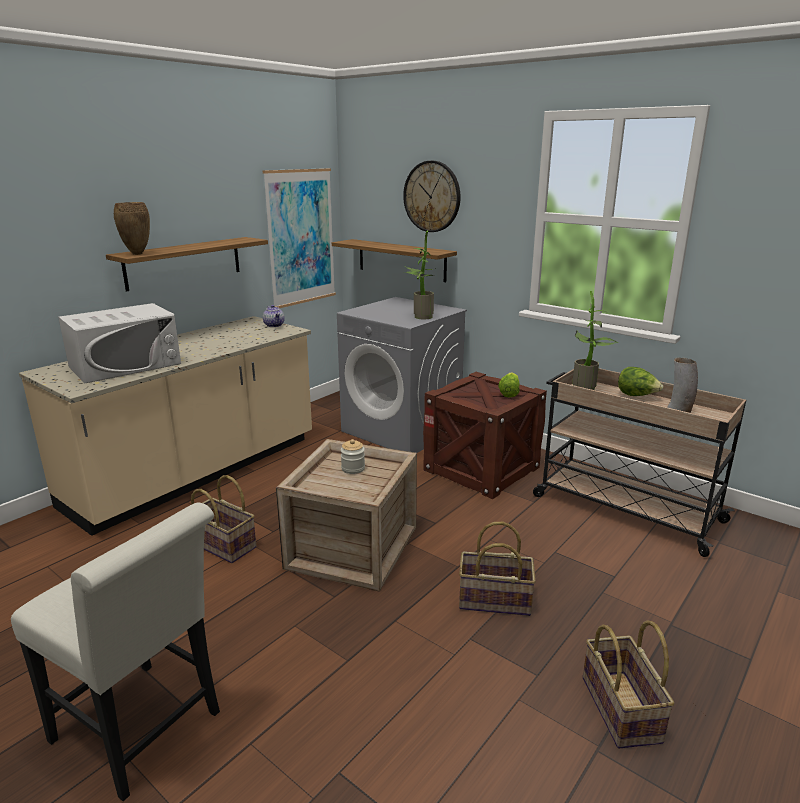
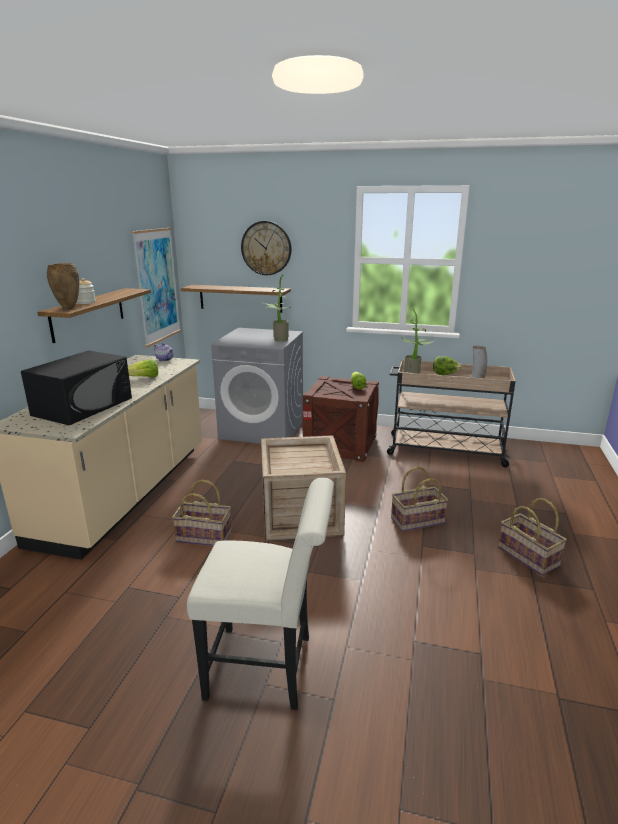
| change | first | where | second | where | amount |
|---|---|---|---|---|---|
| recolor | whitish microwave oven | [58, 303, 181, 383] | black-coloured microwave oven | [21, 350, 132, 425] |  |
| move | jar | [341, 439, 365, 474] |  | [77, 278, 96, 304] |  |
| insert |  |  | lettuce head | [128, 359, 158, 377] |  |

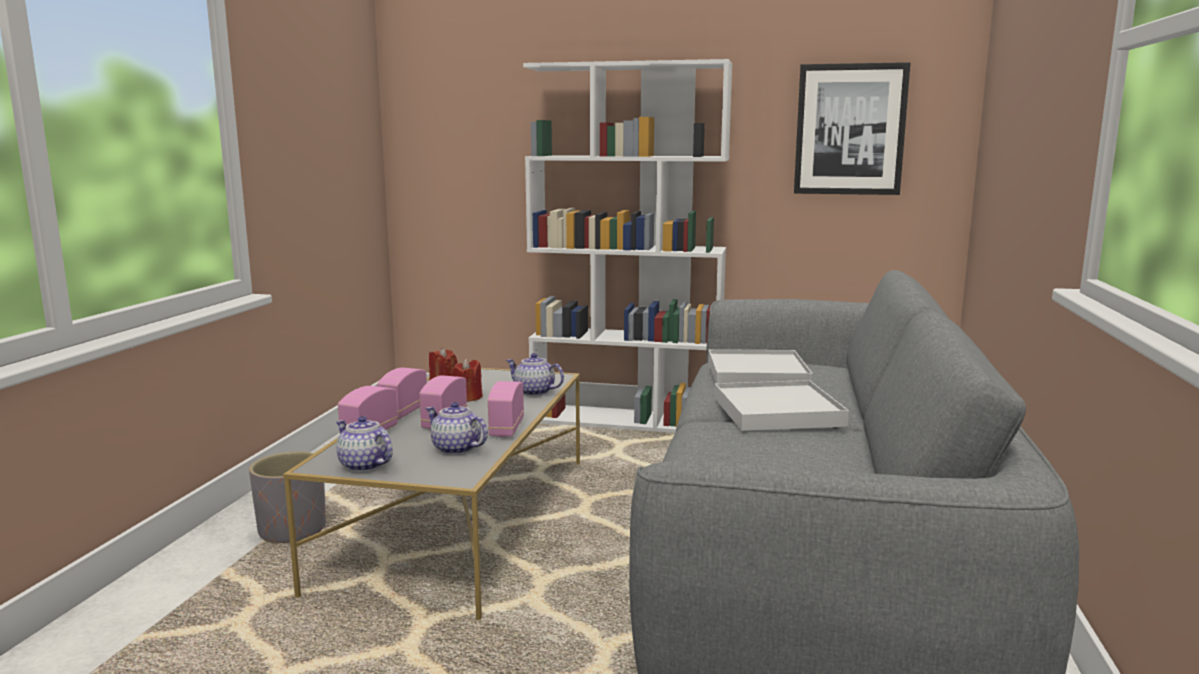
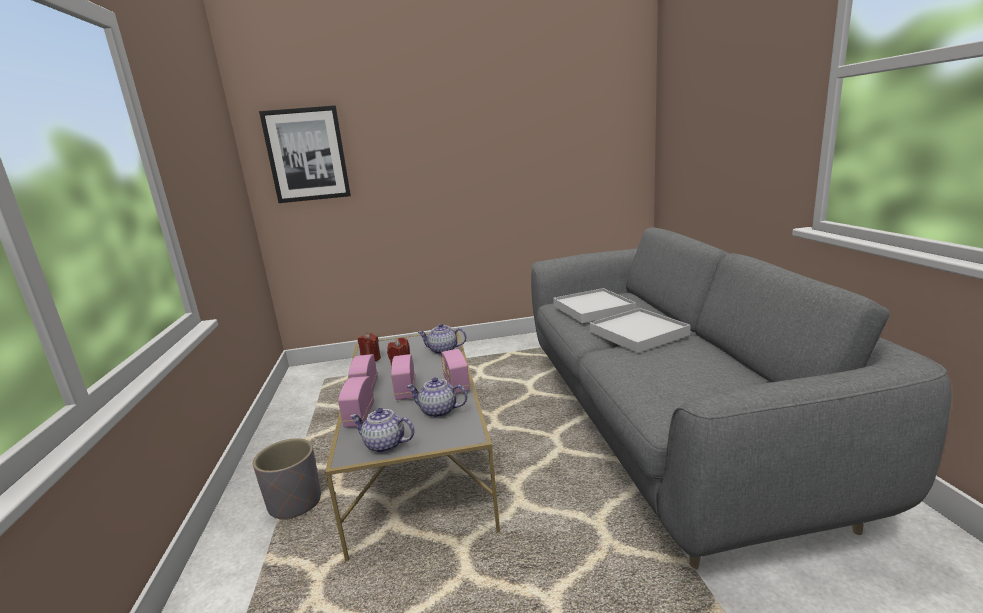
| change | first | where | second | where | amount |
|---|---|---|---|---|---|
| move | wall art | [794, 62, 910, 195] |  | [259, 105, 351, 203] |  |
| delete | whitish bookshelf | [523, 59, 733, 433] |  |  |  |

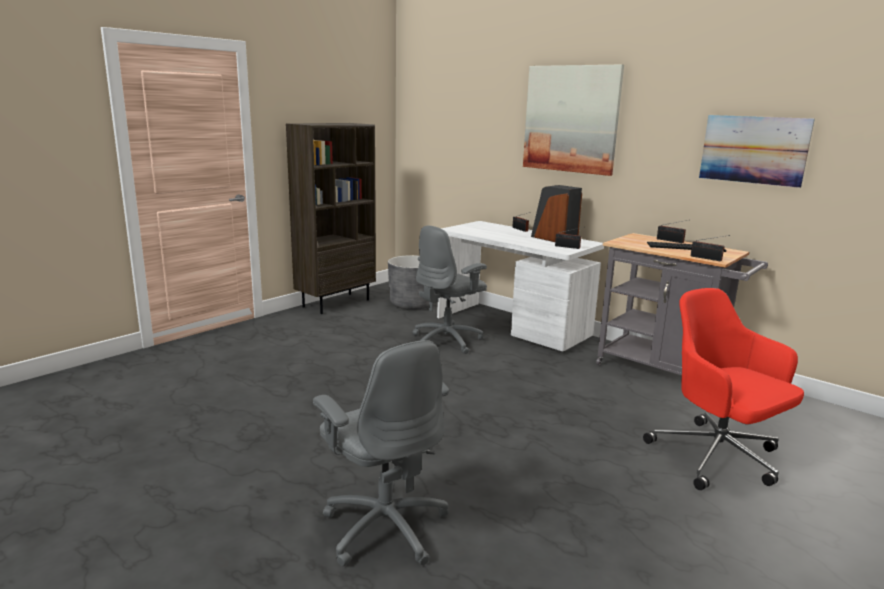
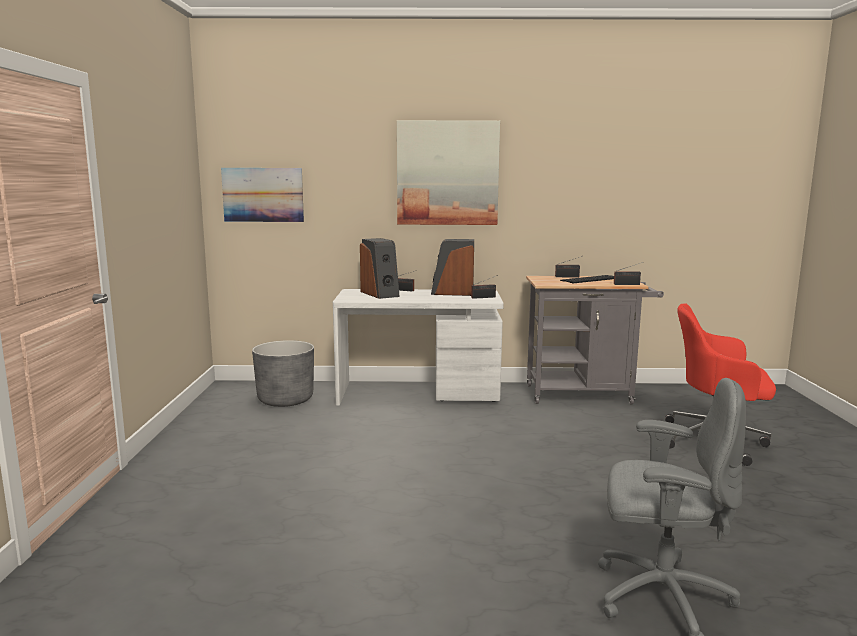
| change | first | where | second | where | amount |
|---|---|---|---|---|---|
| move | wall art | [699, 115, 815, 188] |  | [221, 168, 304, 222] |  |
| insert |  |  | audio speaker | [360, 238, 400, 299] |  |
| delete | brownish bookshelf | [286, 123, 376, 314] |  |  |  |
| delete | grey desk chair | [413, 226, 487, 354] |  |  |  |

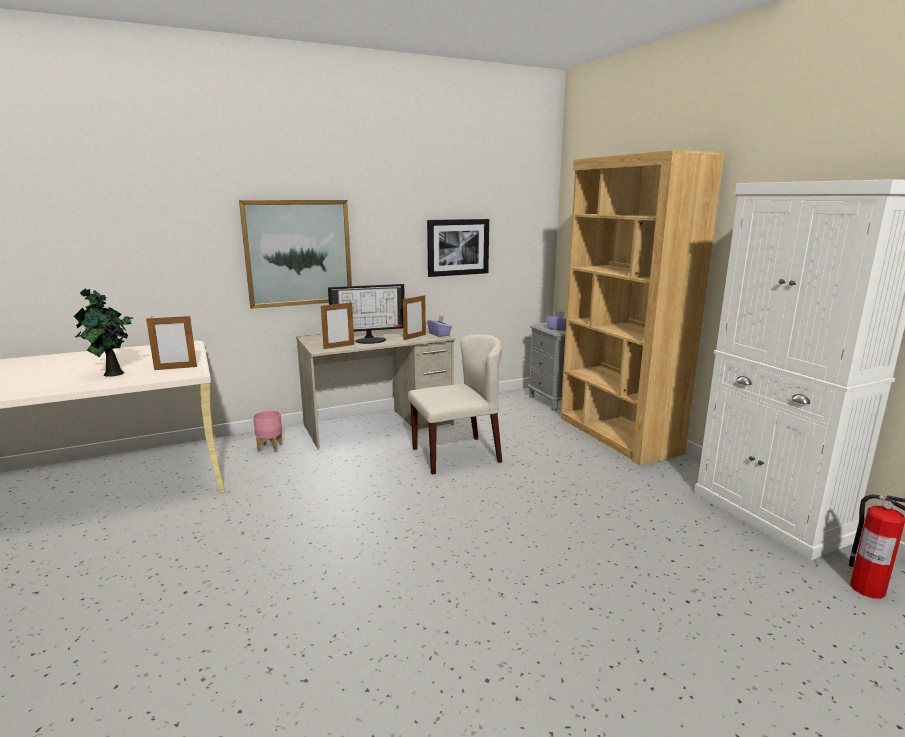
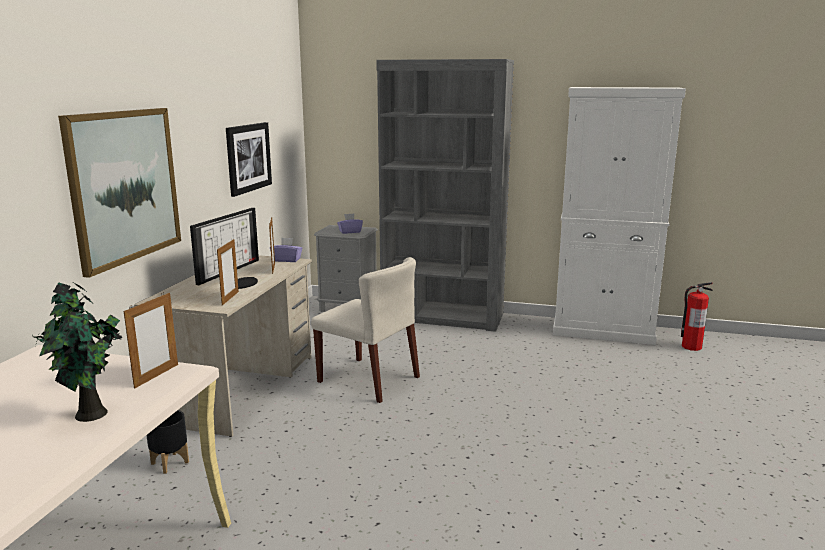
| change | first | where | second | where | amount |
|---|---|---|---|---|---|
| recolor | pink-coloured planter | [253, 410, 282, 452] | black-coloured planter | [146, 410, 189, 474] |  |
| rotate | beige upright chair | [408, 334, 503, 474] |  | [311, 257, 420, 403] | 105 degrees clockwise |
| recolor | brownish bookshelf | [560, 150, 725, 466] | grey bookshelf | [376, 59, 514, 332] |  |

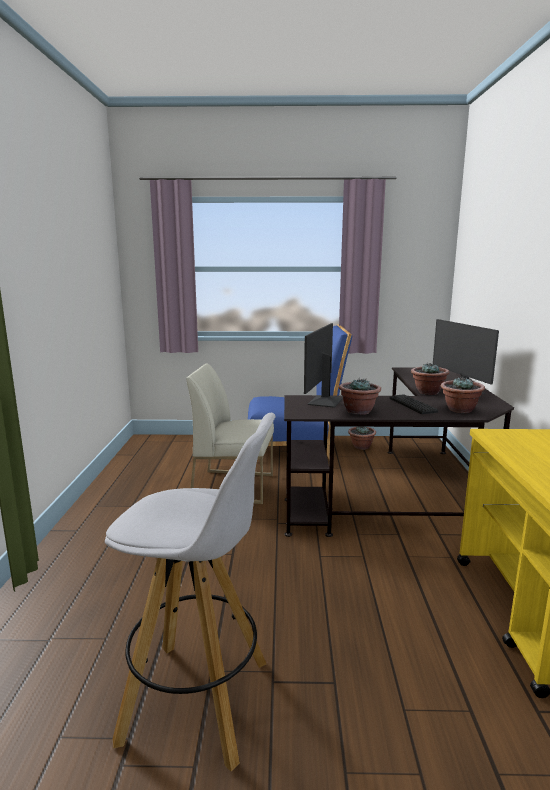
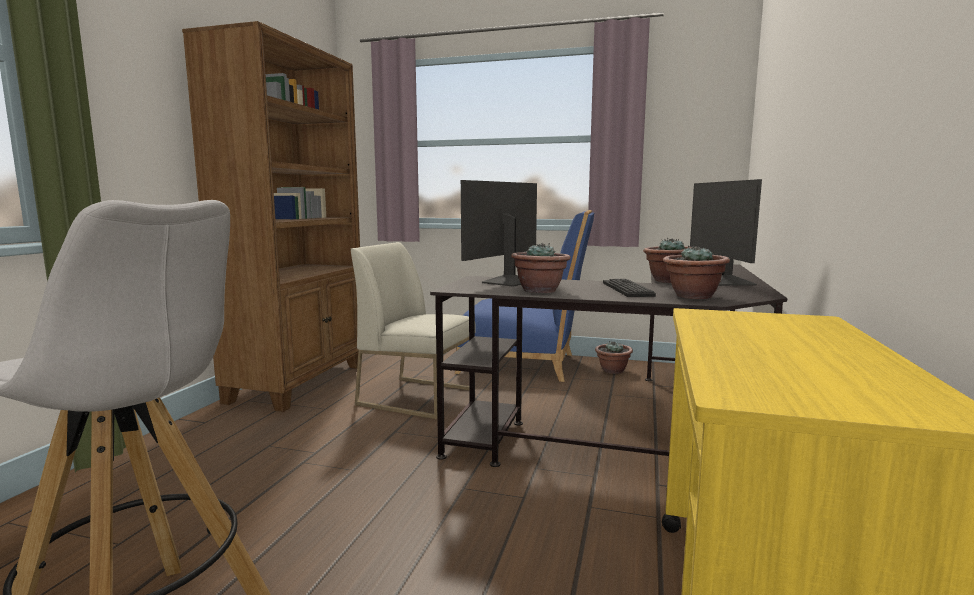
| change | first | where | second | where | amount |
|---|---|---|---|---|---|
| insert |  |  | brownish bookshelf | [182, 21, 362, 412] |  |

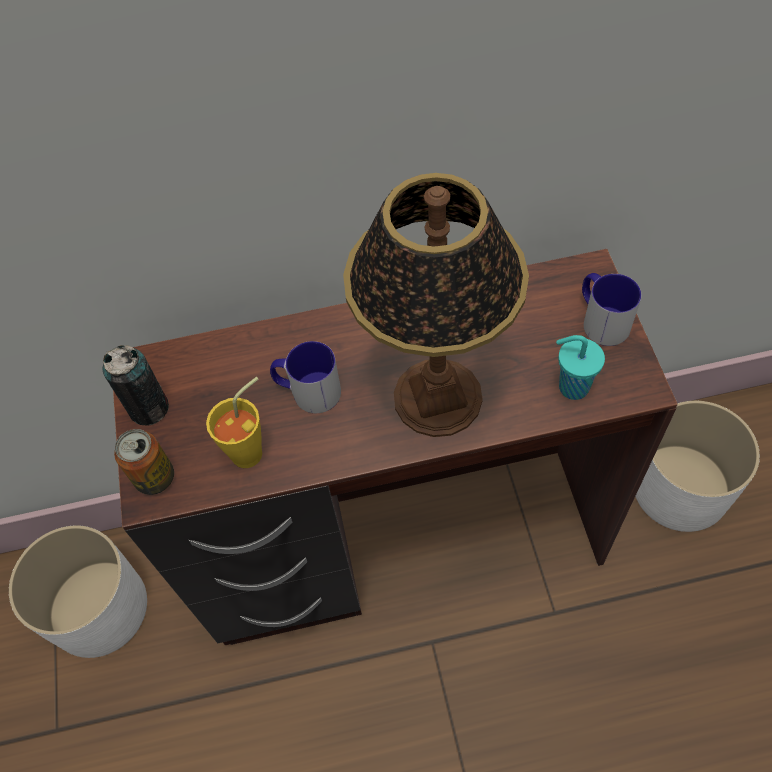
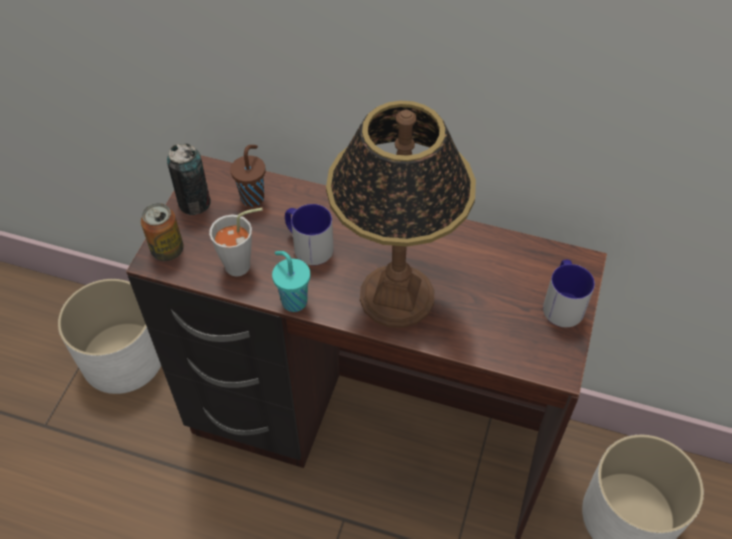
| change | first | where | second | where | amount |
|---|---|---|---|---|---|
| recolor | yellow-coloured small cup | [206, 377, 262, 468] | grey small cup | [209, 208, 263, 276] |  |
| insert |  |  | brownish small cup | [230, 145, 266, 207] |  |
| move | blue-green small cup | [556, 335, 605, 400] |  | [272, 251, 310, 312] |  |

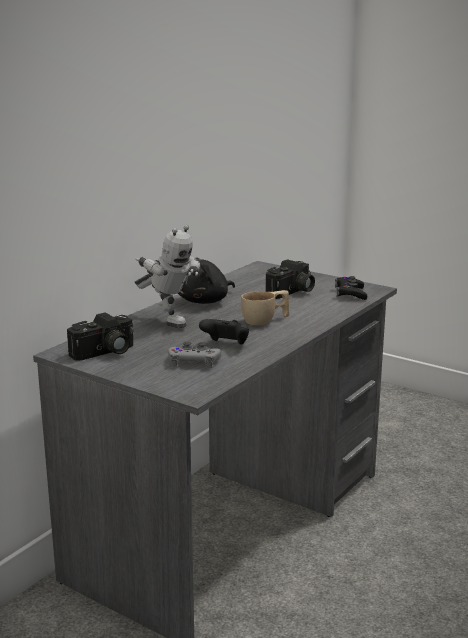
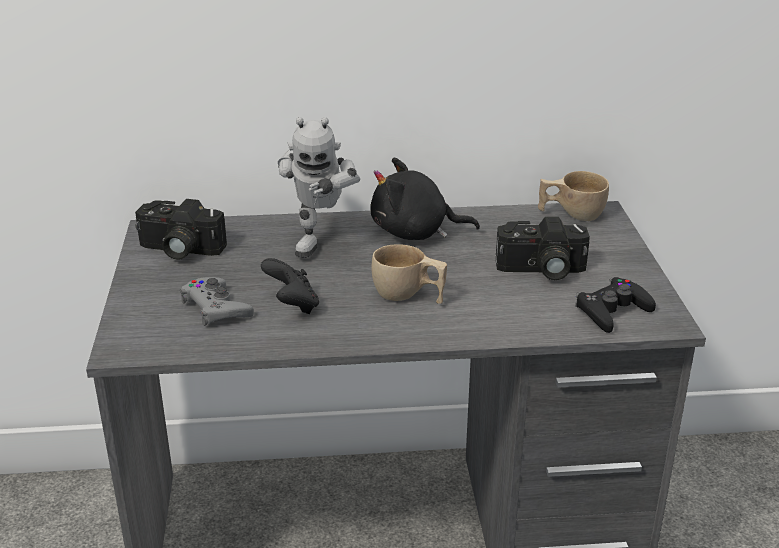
| change | first | where | second | where | amount |
|---|---|---|---|---|---|
| insert |  |  | beige small cup | [538, 171, 609, 221] |  |

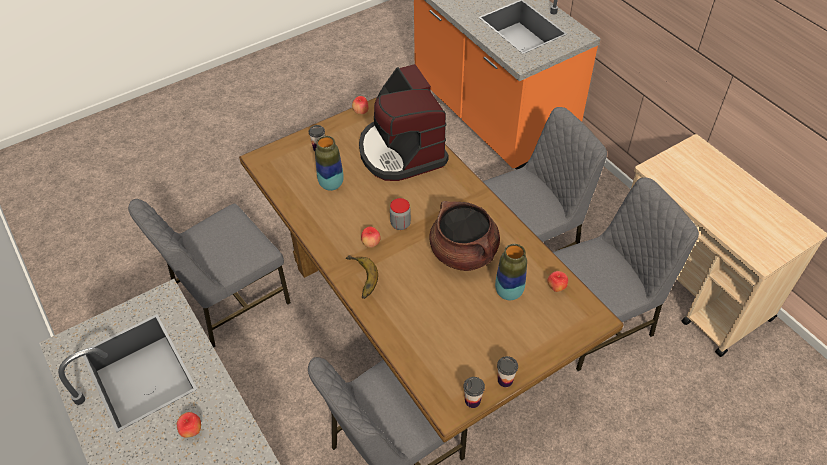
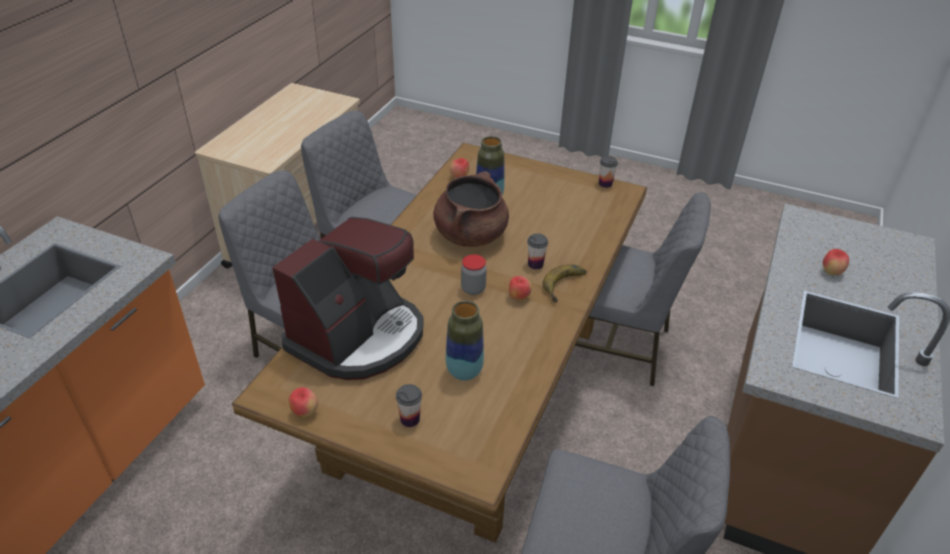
| change | first | where | second | where | amount |
|---|---|---|---|---|---|
| move | small cup | [497, 356, 518, 387] |  | [527, 233, 548, 269] |  |

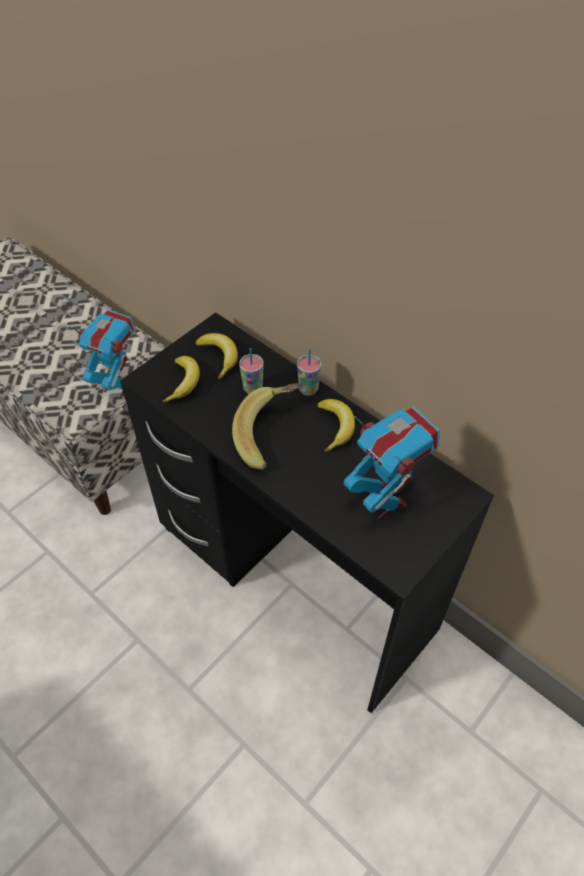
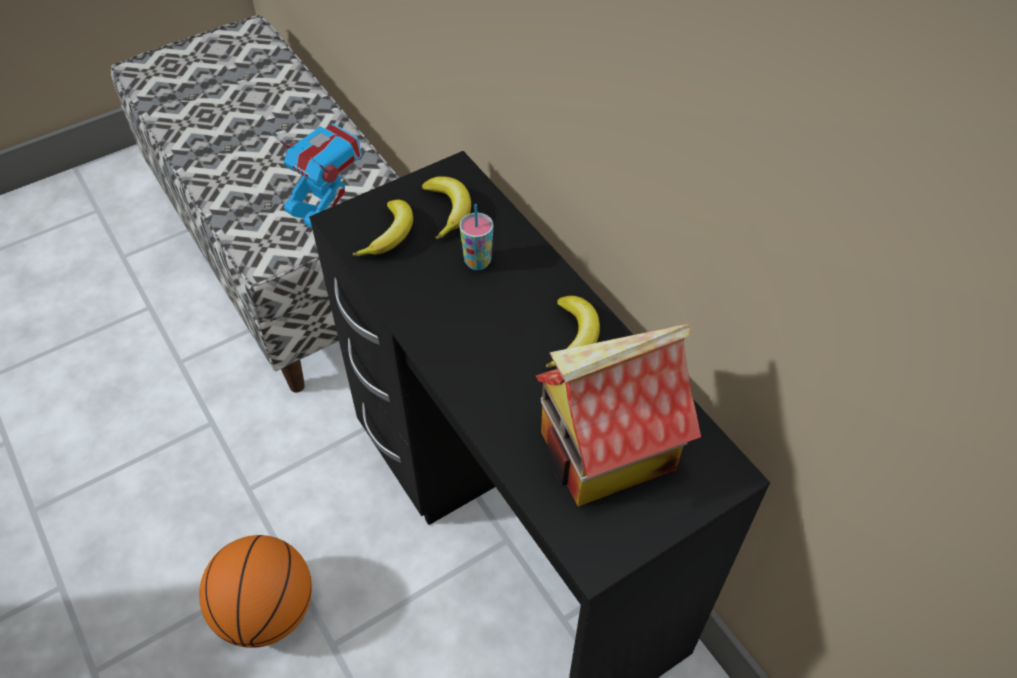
| change | first | where | second | where | amount |
|---|---|---|---|---|---|
| insert |  |  | basketball ball | [199, 535, 312, 648] |  |
| replace | model robot | [344, 406, 440, 519] | toy house | [536, 324, 701, 507] |  |
| delete | banana | [232, 383, 303, 470] |  |  |  |
| delete | small cup | [297, 349, 322, 396] |  |  |  |

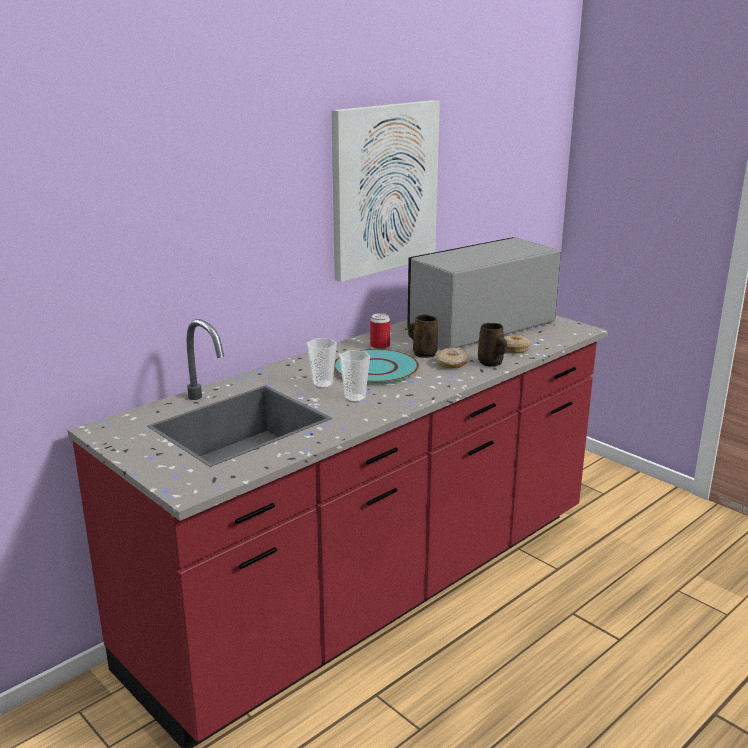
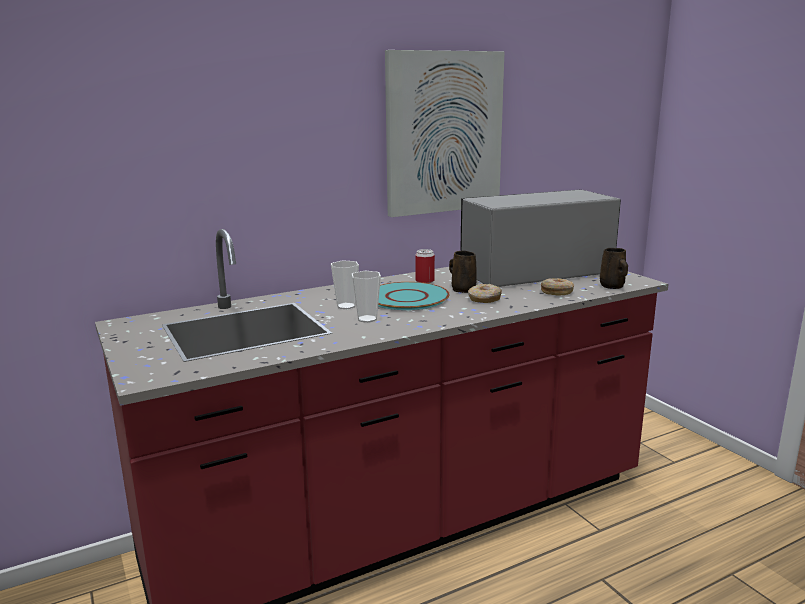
| change | first | where | second | where | amount |
|---|---|---|---|---|---|
| move | brownish mug | [478, 323, 507, 367] |  | [600, 248, 628, 289] |  |

